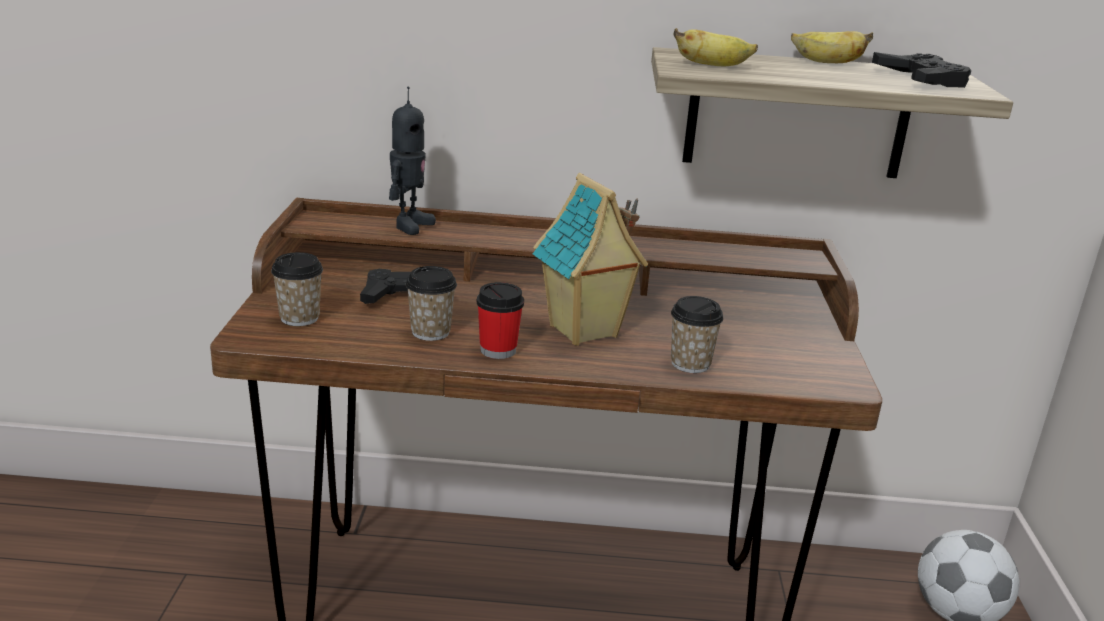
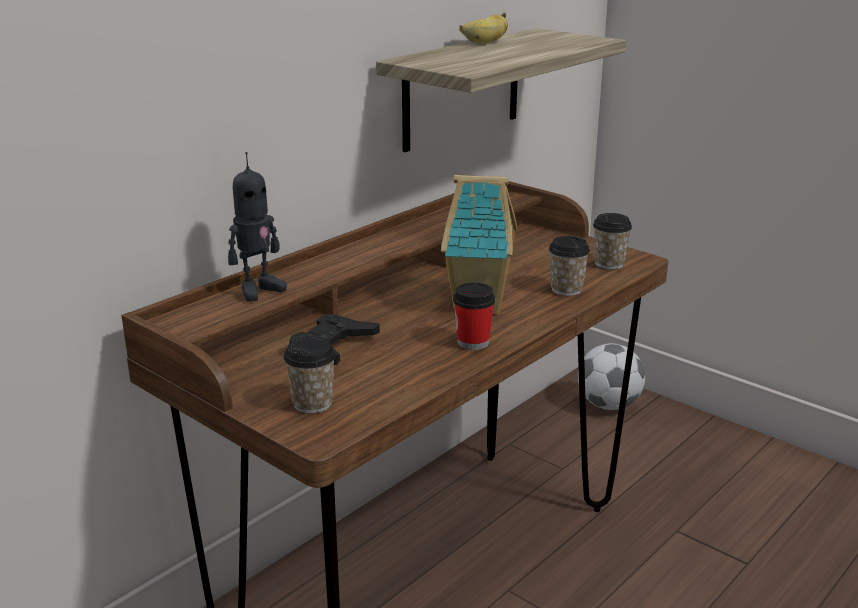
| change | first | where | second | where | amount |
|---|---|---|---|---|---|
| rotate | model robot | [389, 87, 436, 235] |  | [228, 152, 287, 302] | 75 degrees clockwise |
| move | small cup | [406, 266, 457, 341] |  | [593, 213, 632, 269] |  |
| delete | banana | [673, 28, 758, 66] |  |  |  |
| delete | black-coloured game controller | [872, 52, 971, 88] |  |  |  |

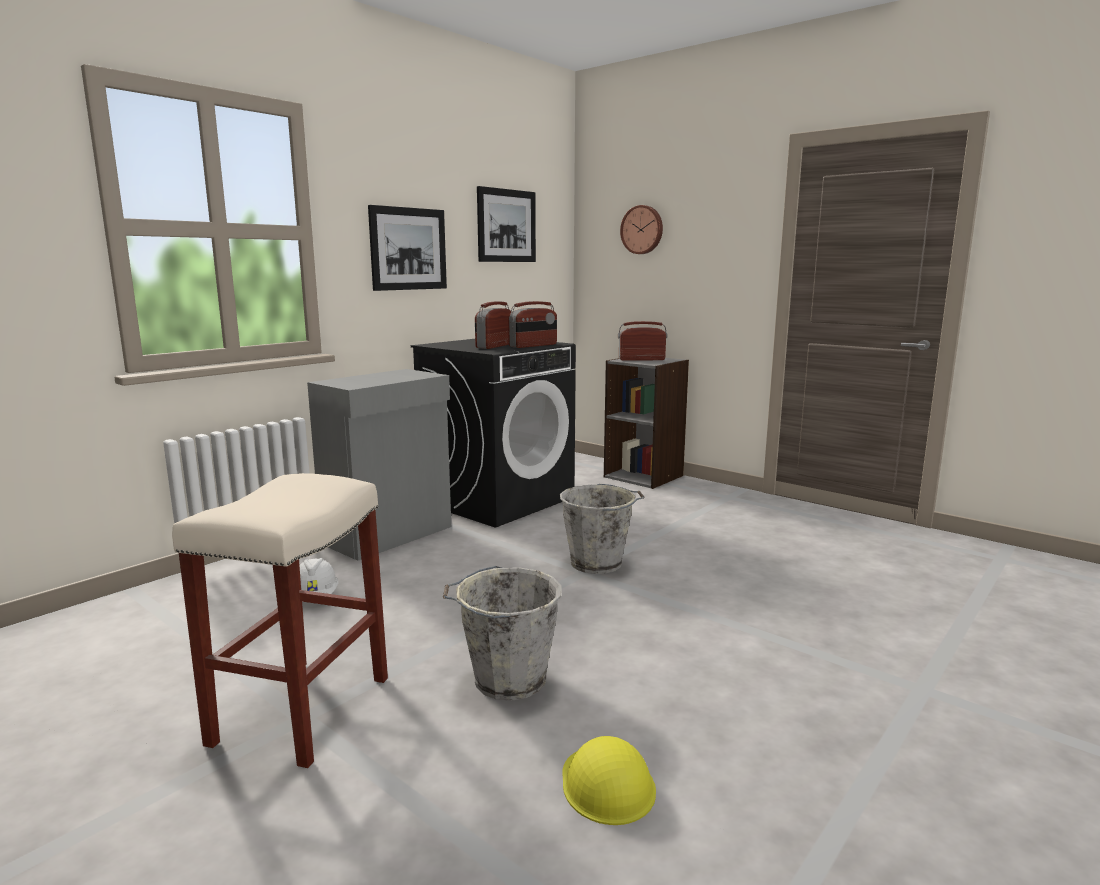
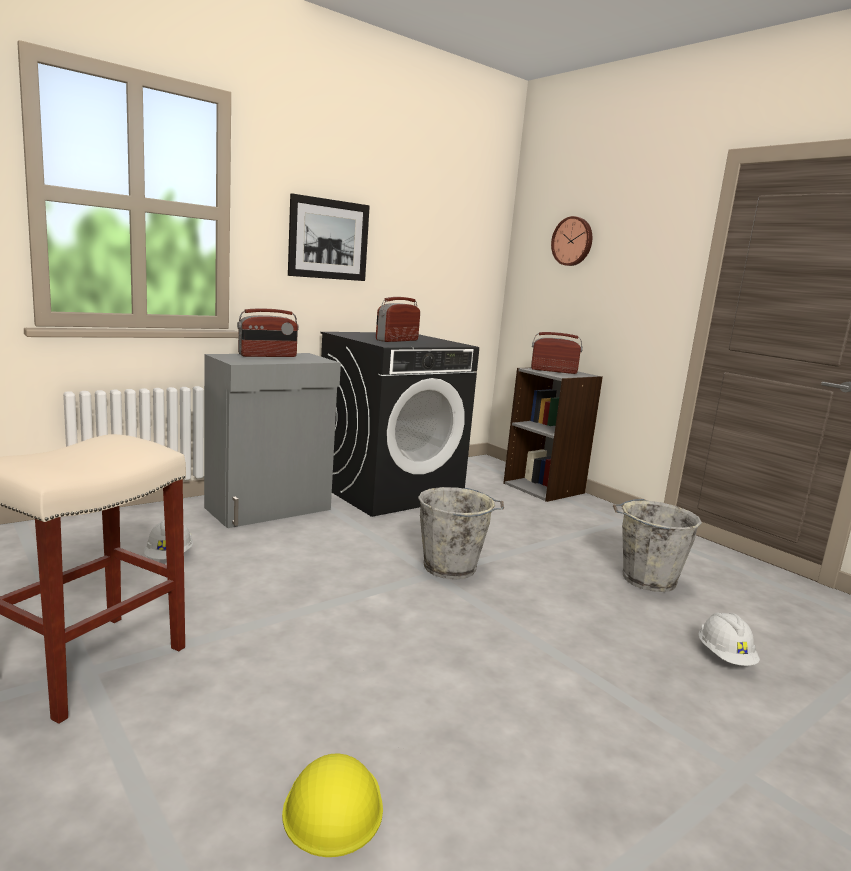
| change | first | where | second | where | amount |
|---|---|---|---|---|---|
| move | radio receiver | [508, 301, 557, 348] |  | [237, 308, 299, 357] |  |
| move | grey bucket | [443, 566, 562, 701] |  | [613, 499, 702, 592] |  |
| insert |  |  | whitish work helmet | [698, 613, 760, 666] |  |
| delete | wall art | [477, 186, 536, 262] |  |  |  |

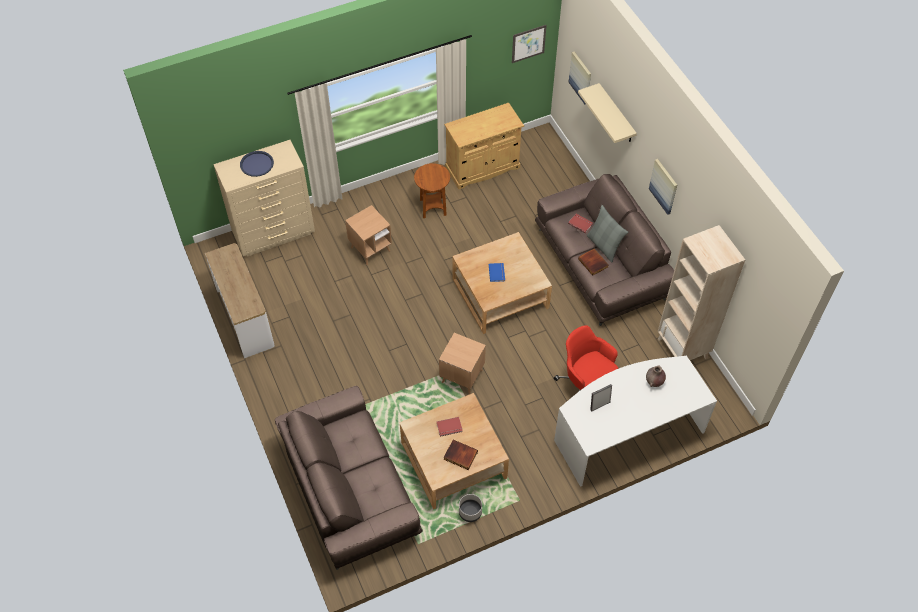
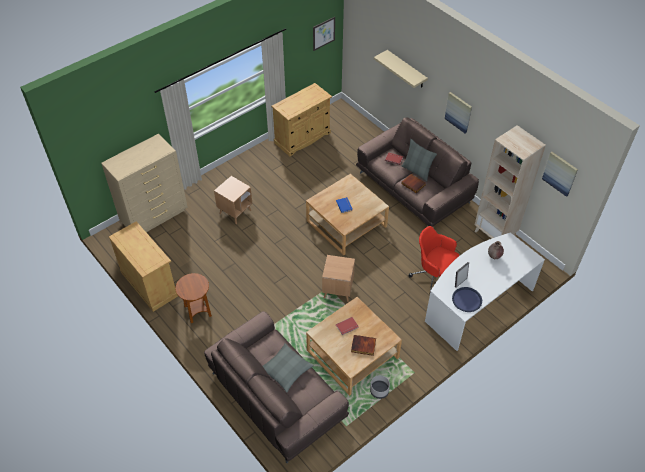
| change | first | where | second | where | amount |
|---|---|---|---|---|---|
| replace | console table | [205, 243, 275, 358] | beige storage cabinet | [109, 221, 178, 312] |  |
| move | brownish side table | [414, 163, 450, 218] |  | [175, 273, 212, 323] |  |
| insert |  |  | grey pillow | [263, 343, 314, 392] |  |
| move | blue carrying tray | [240, 151, 274, 177] |  | [452, 287, 482, 312] |  |
| move | wall art | [569, 51, 591, 104] |  | [542, 152, 578, 197] |  |

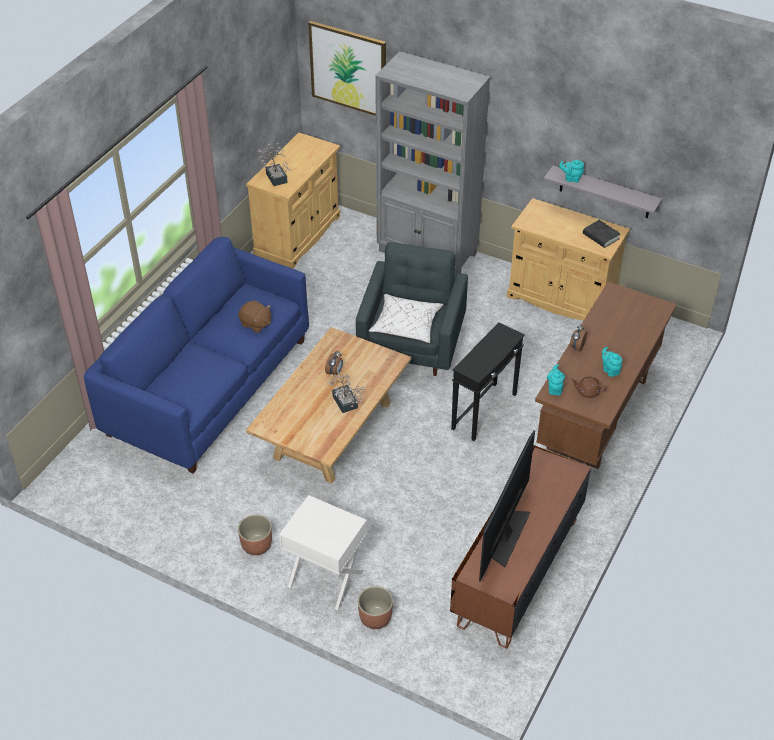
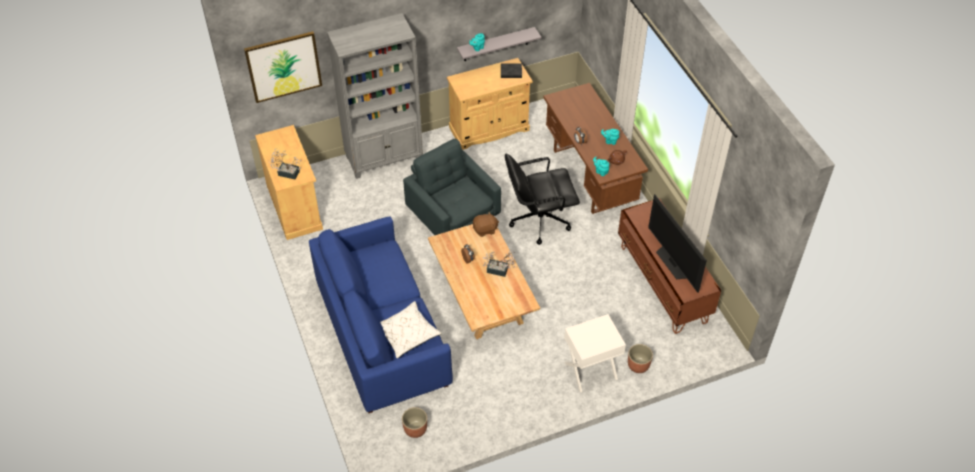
| change | first | where | second | where | amount |
|---|---|---|---|---|---|
| move | whitish pillow | [369, 294, 443, 343] |  | [380, 301, 442, 358] |  |
| move | planter | [238, 515, 272, 555] |  | [402, 407, 427, 438] |  |
| move | brownish soft toy | [238, 300, 271, 333] |  | [473, 212, 499, 237] |  |
| replace | black-coloured side table | [451, 323, 525, 441] | black-coloured desk chair | [505, 154, 580, 245] |  |

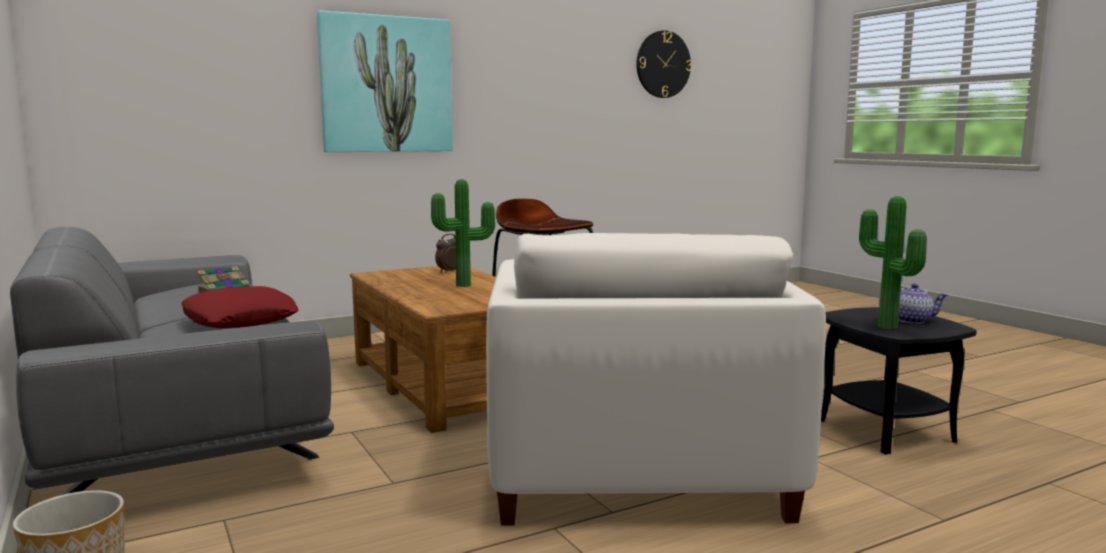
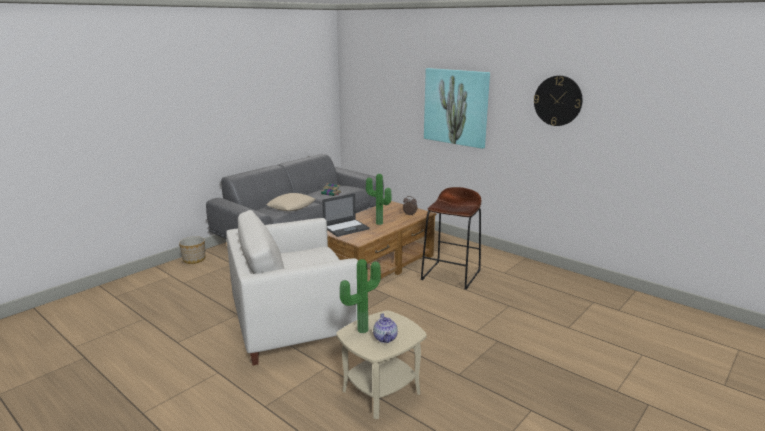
| change | first | where | second | where | amount |
|---|---|---|---|---|---|
| recolor | red-coloured pillow | [181, 286, 299, 328] | beige pillow | [266, 193, 315, 211] |  |
| insert |  |  | laptop | [323, 193, 370, 237] |  |
| recolor | black-coloured side table | [821, 307, 977, 454] | beige side table | [336, 311, 427, 419] |  |
| move | wall clock | [636, 30, 692, 98] |  | [534, 76, 582, 126] |  |

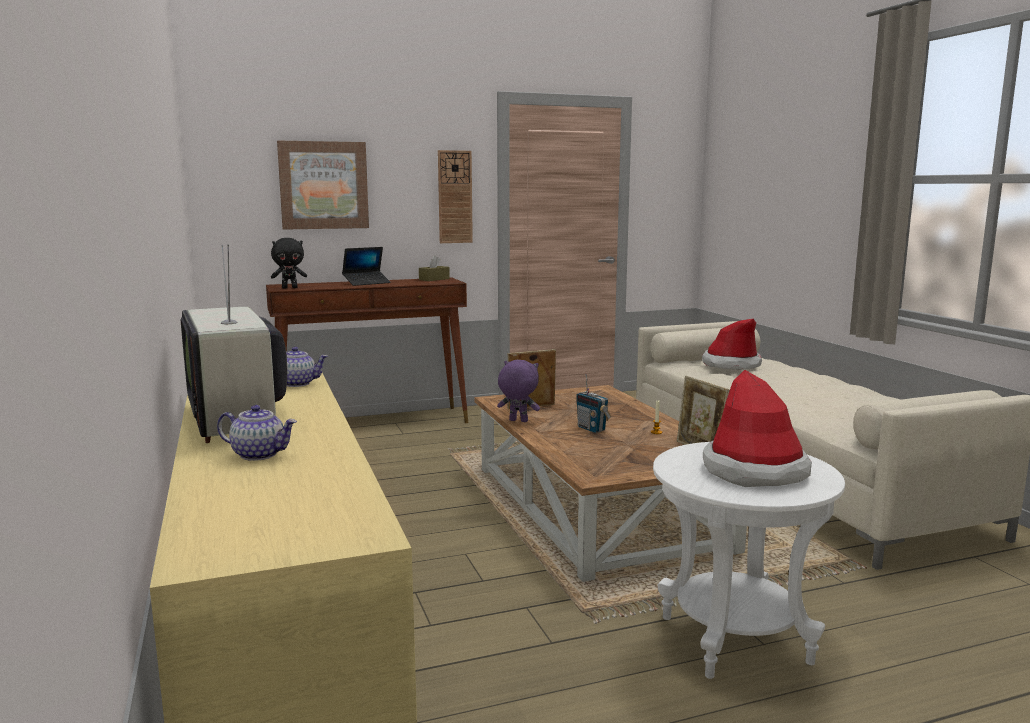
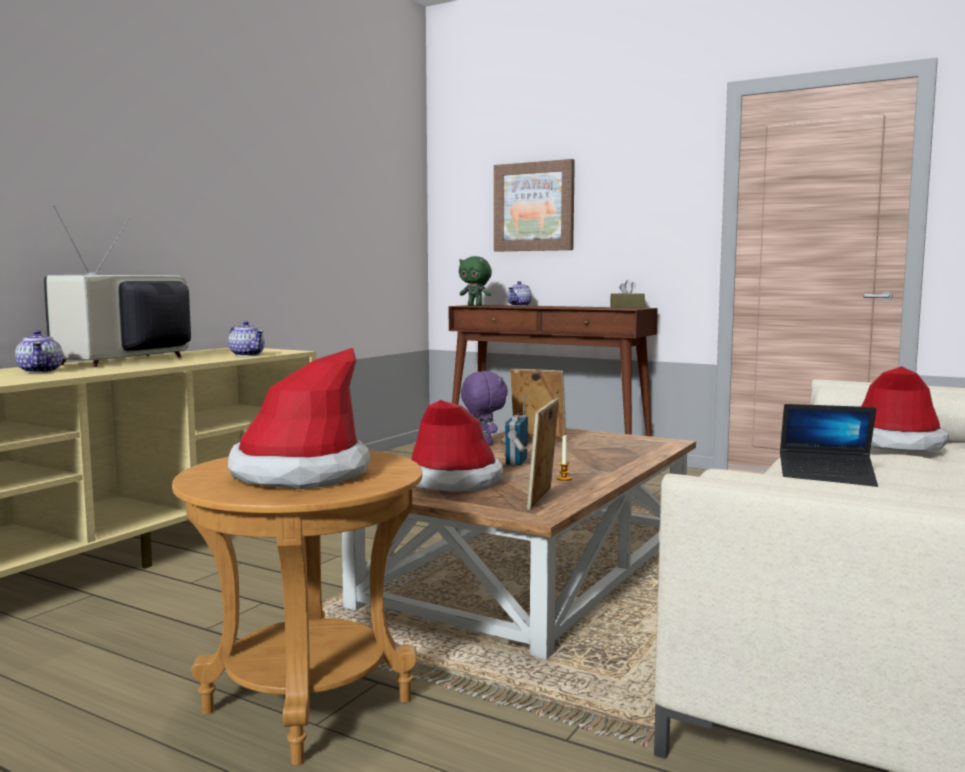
| change | first | where | second | where | amount |
|---|---|---|---|---|---|
| recolor | whitish side table | [653, 442, 845, 679] | brownish side table | [172, 450, 422, 766] |  |
| insert |  |  | hat | [411, 400, 503, 492] |  |
| recolor | black-coloured soft toy | [271, 238, 307, 289] | green soft toy | [459, 256, 492, 306] |  |
| insert |  |  | tea pot | [507, 281, 532, 306] |  |
| move | laptop | [342, 247, 391, 286] |  | [780, 404, 878, 487] |  |
| delete | wall clock | [438, 150, 473, 243] |  |  |  |

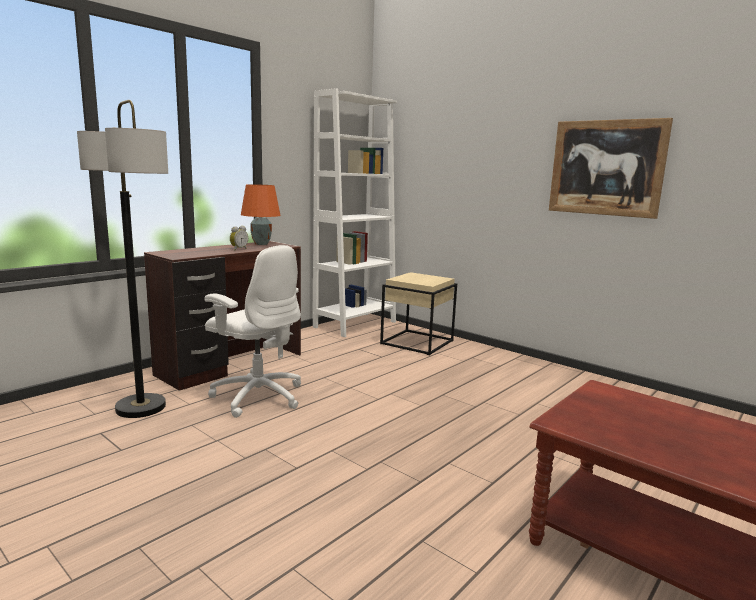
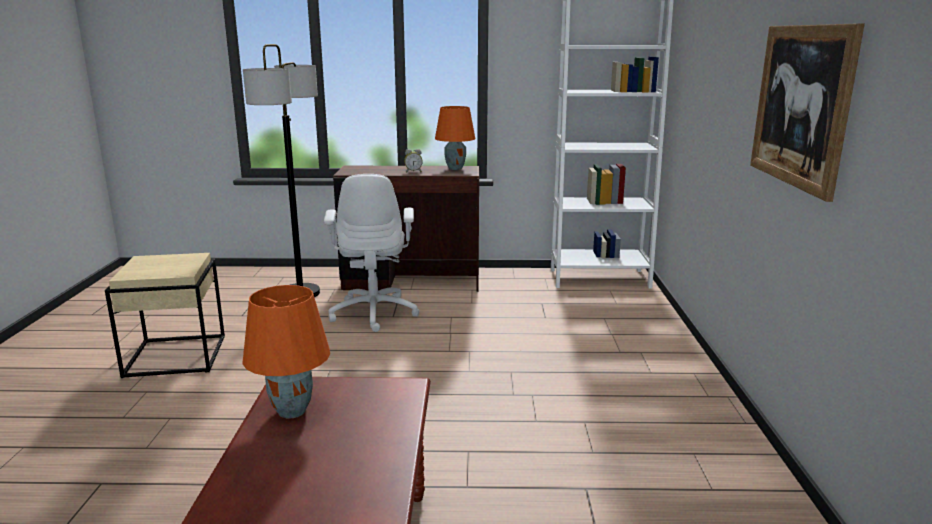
| change | first | where | second | where | amount |
|---|---|---|---|---|---|
| move | beige side table | [380, 272, 457, 356] |  | [105, 253, 225, 378] |  |
| insert |  |  | orange-coloured tabletop lamp | [242, 285, 330, 419] |  |

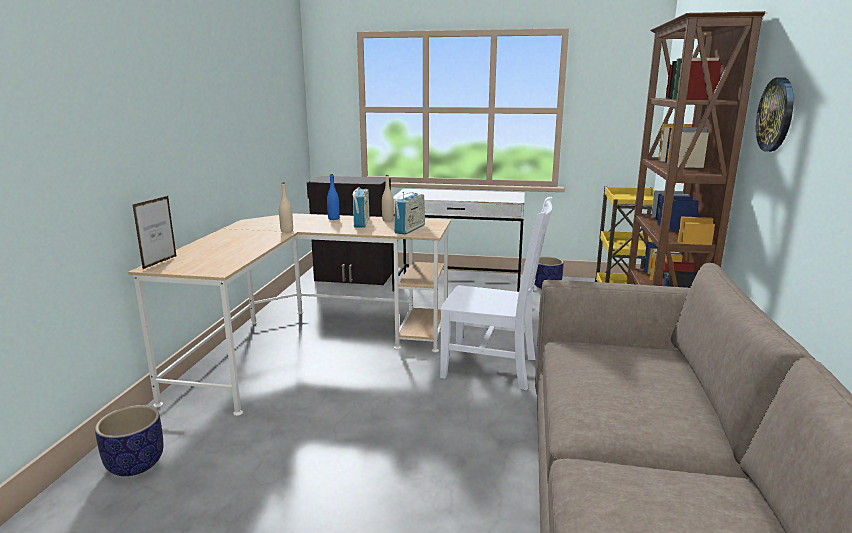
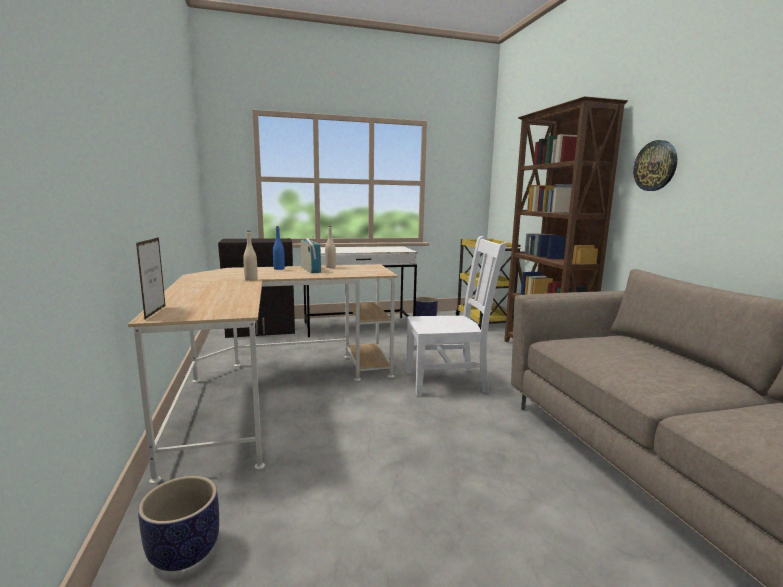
| change | first | where | second | where | amount |
|---|---|---|---|---|---|
| delete | radio receiver | [394, 192, 425, 235] |  |  |  |

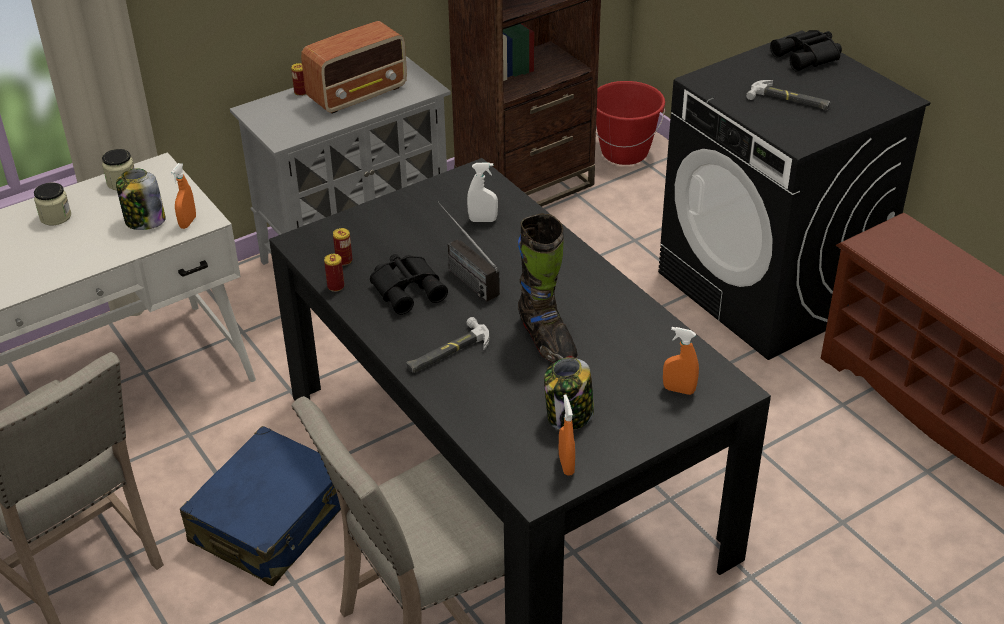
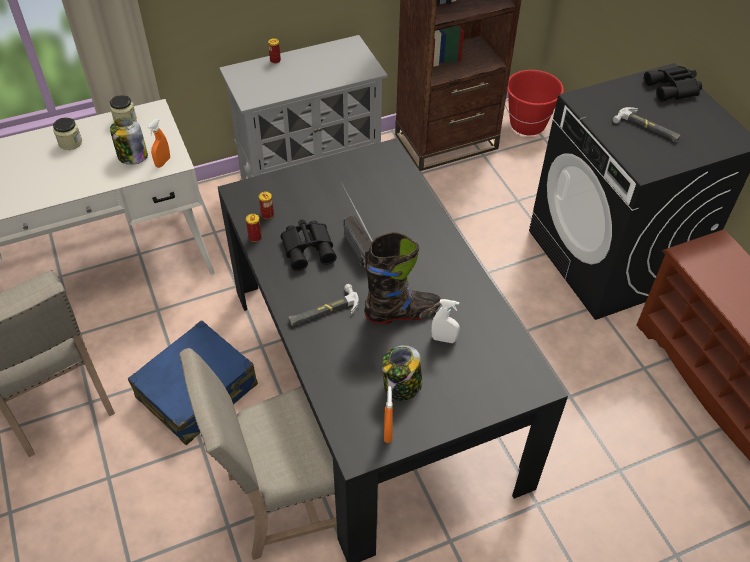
| change | first | where | second | where | amount |
|---|---|---|---|---|---|
| rotate | black-coloured tall boot | [518, 213, 578, 363] |  | [364, 232, 441, 324] | 90 degrees counterclockwise |
| move | whitish sprayer | [467, 163, 498, 222] |  | [431, 299, 460, 343] |  |
| delete | radio receiver | [301, 21, 407, 114] |  |  |  |
| delete | orange-coloured sprayer | [663, 327, 699, 395] |  |  |  |

